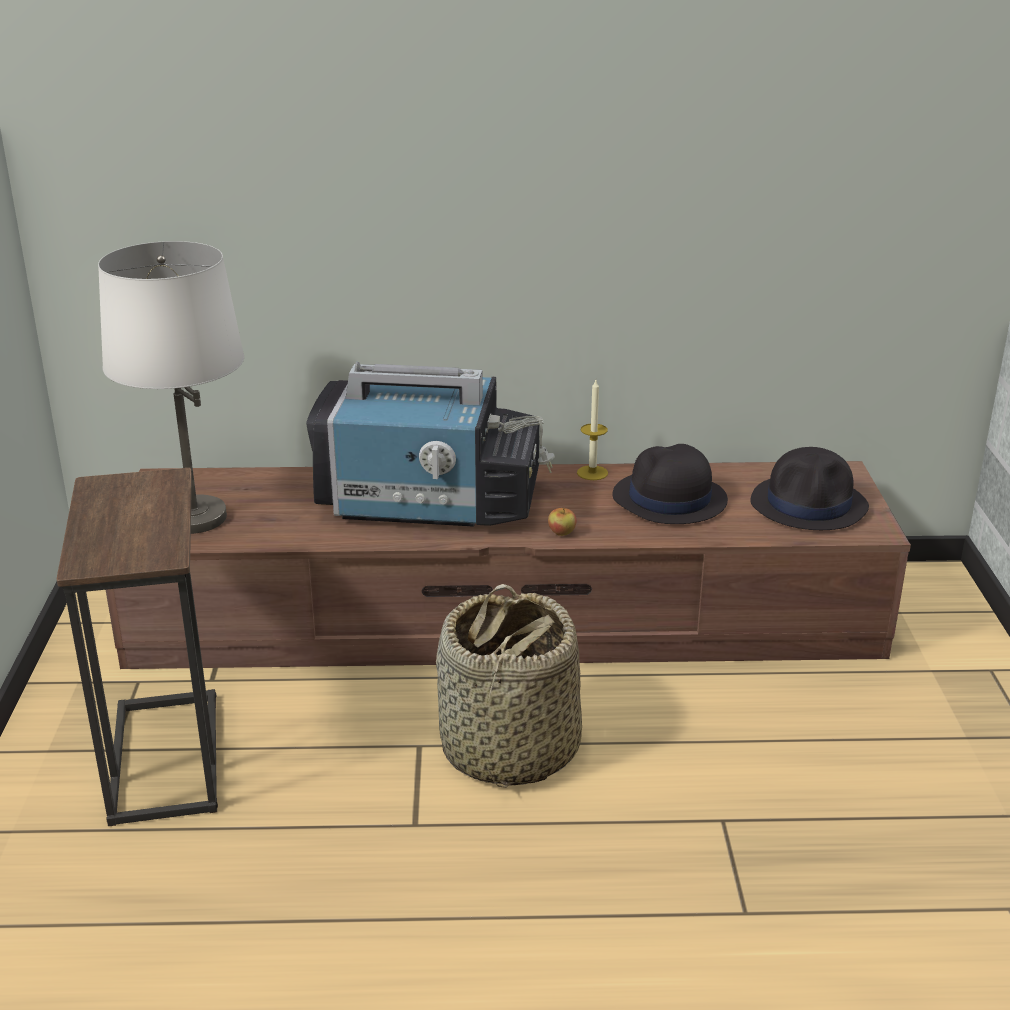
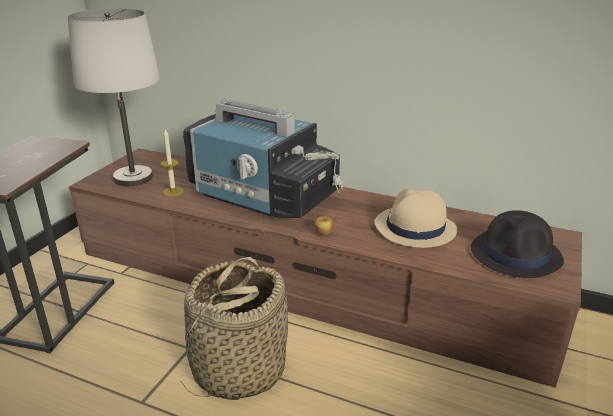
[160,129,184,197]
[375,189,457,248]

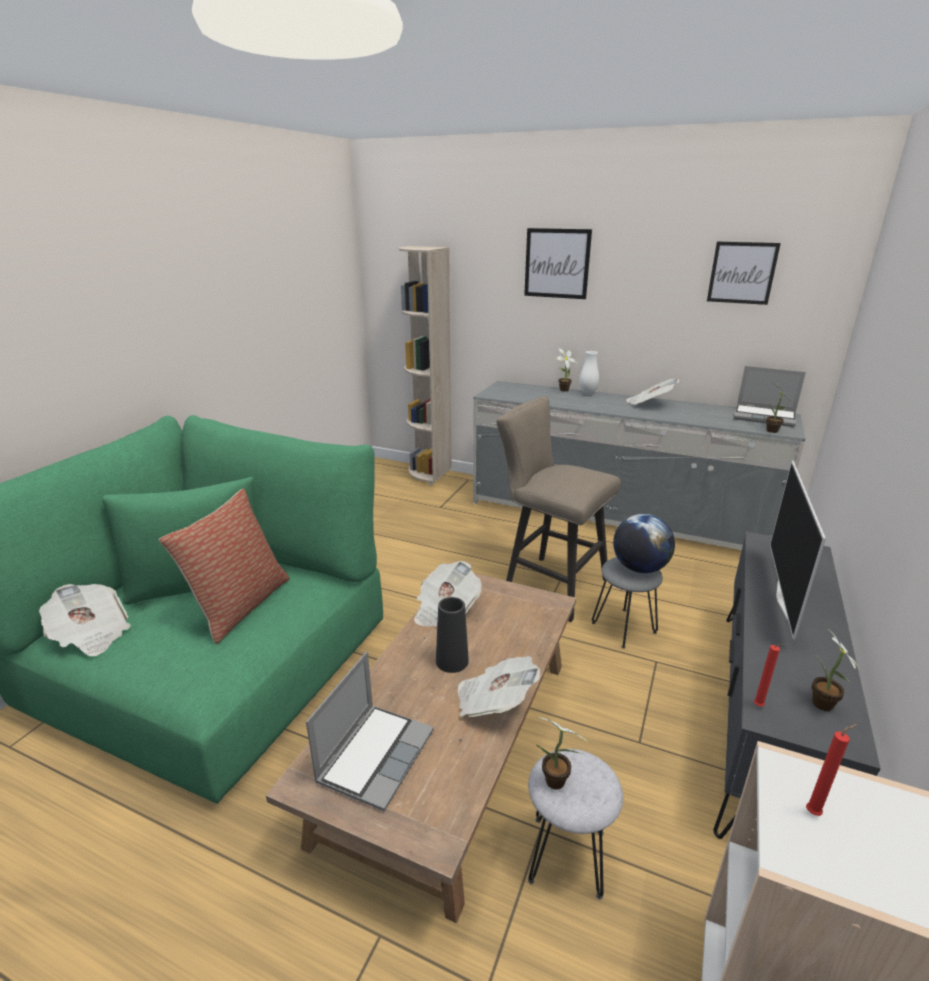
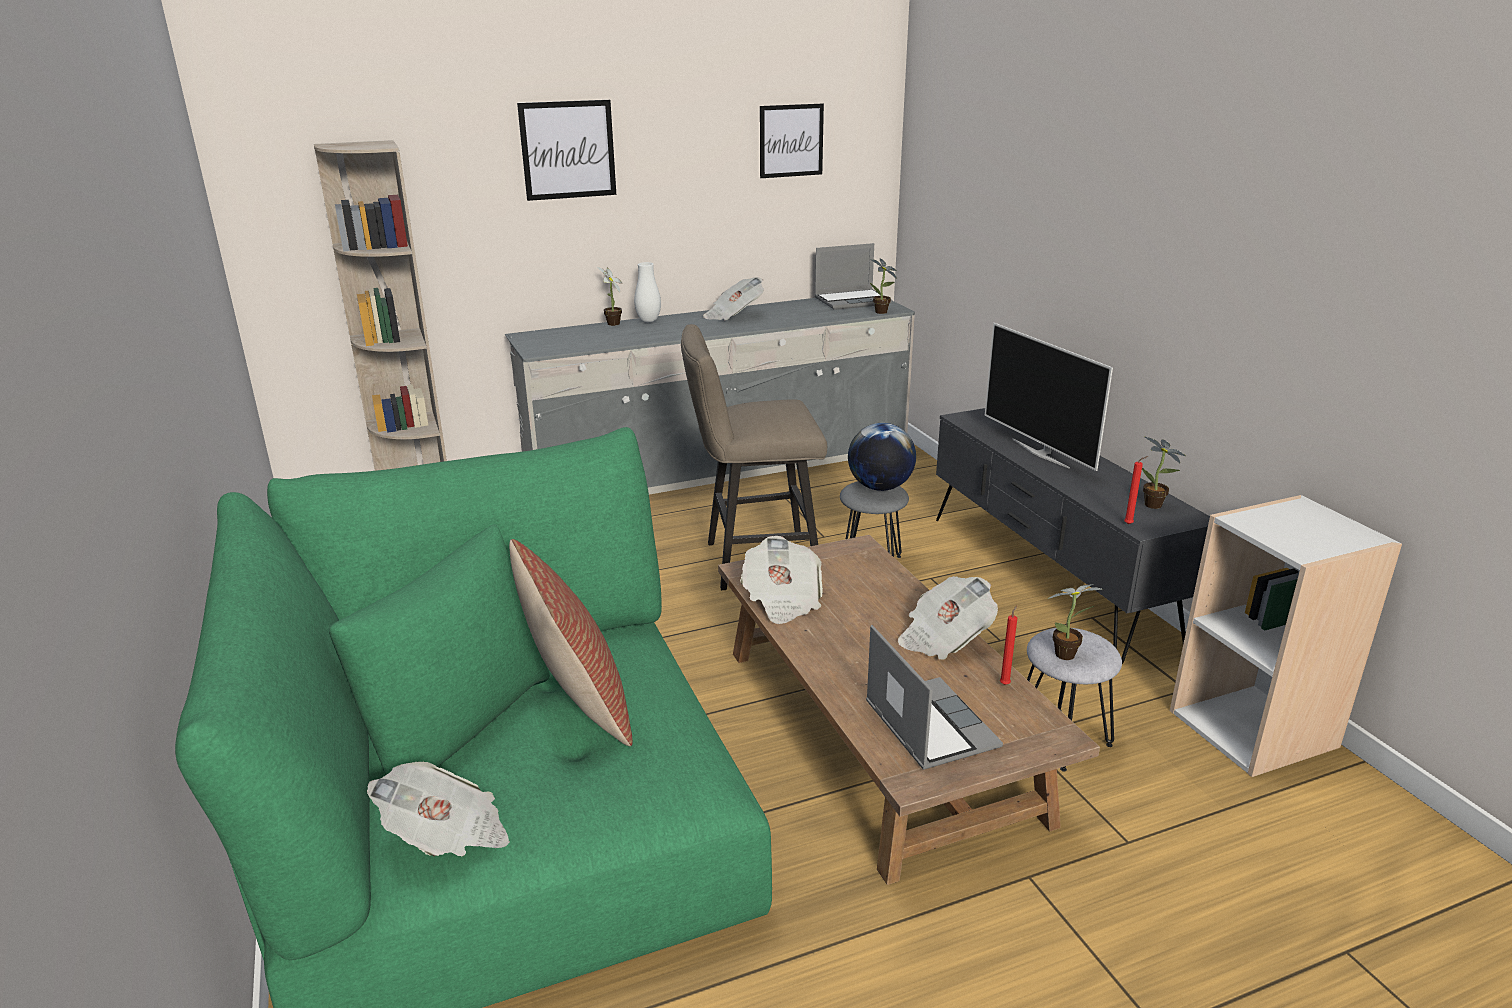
[436,597,469,673] (first image)
[1000,605,1017,685]

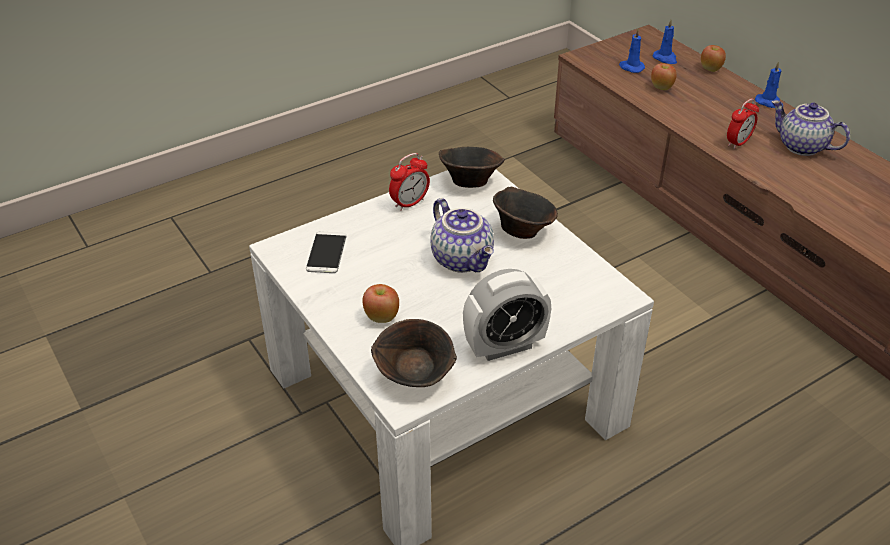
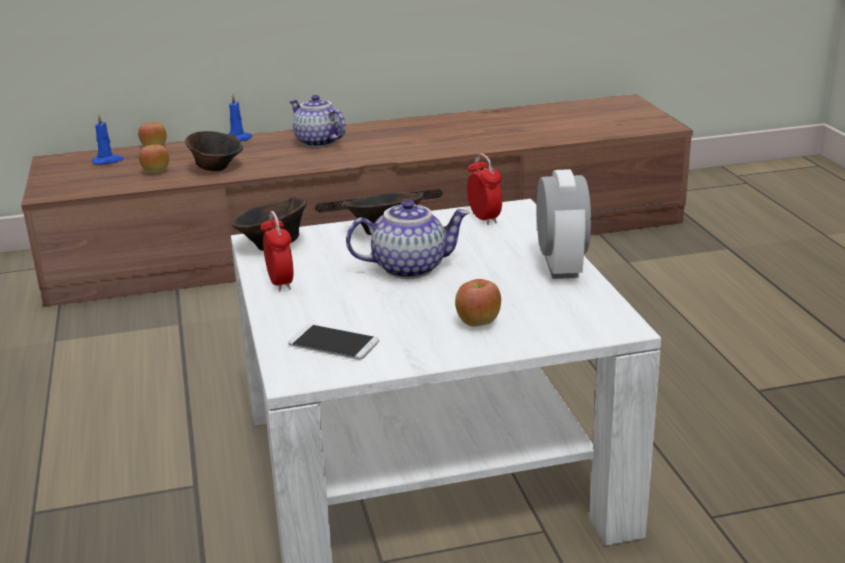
[619,29,645,73] (first image)
[467,154,502,225]
[289,95,346,147]
[185,131,243,171]

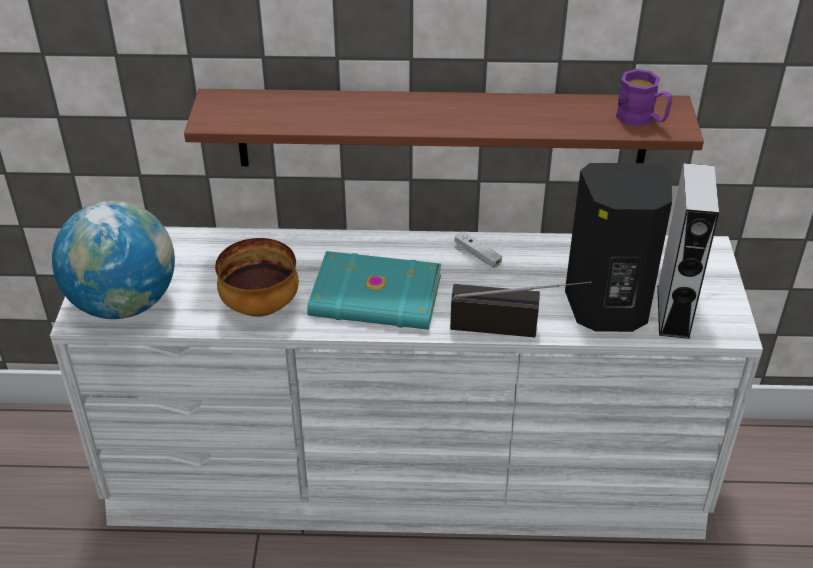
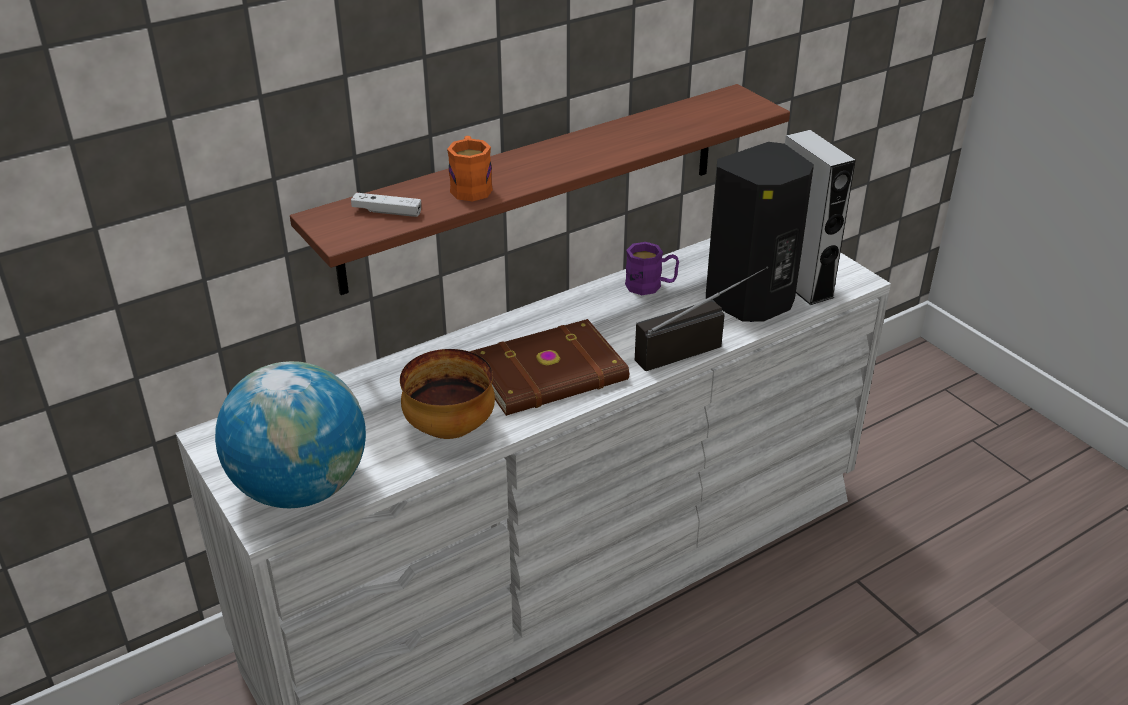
[625,242,679,295]
[351,193,421,217]
[470,319,629,416]
[447,136,493,202]

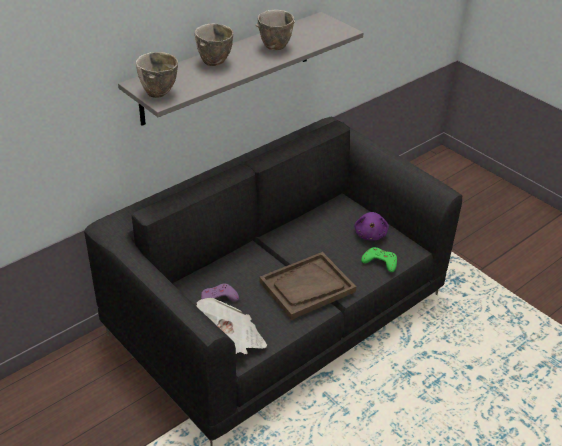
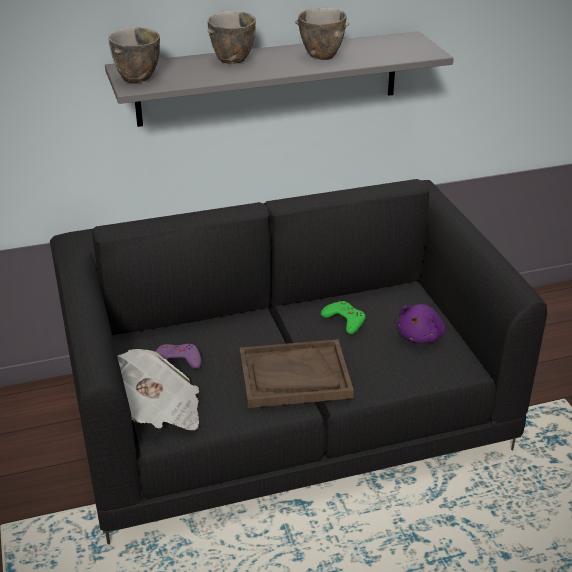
[321,301,366,334]

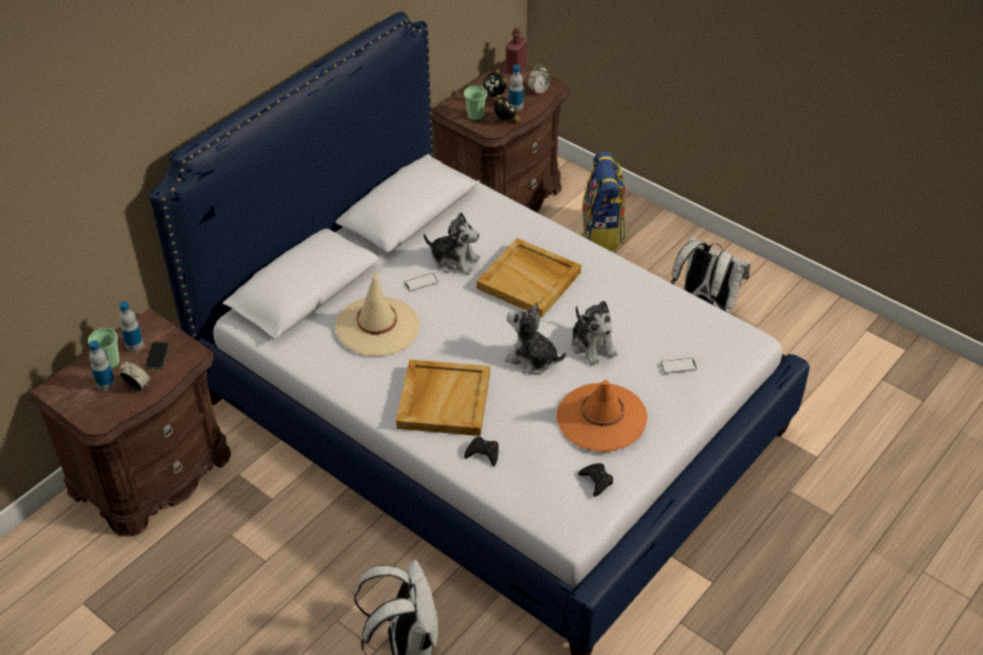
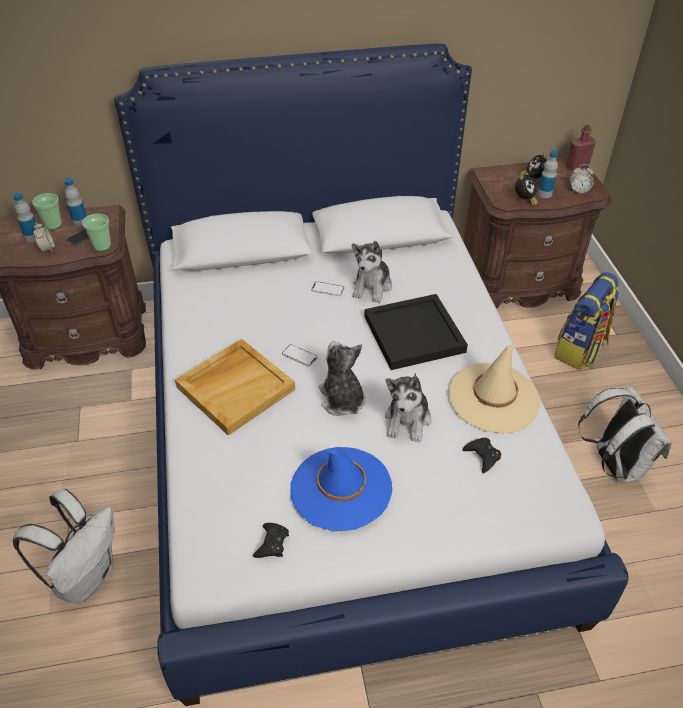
[82,214,111,251]
[352,241,392,303]
[364,294,468,370]
[448,343,541,434]
[282,344,318,367]
[290,447,392,531]
[463,438,501,473]

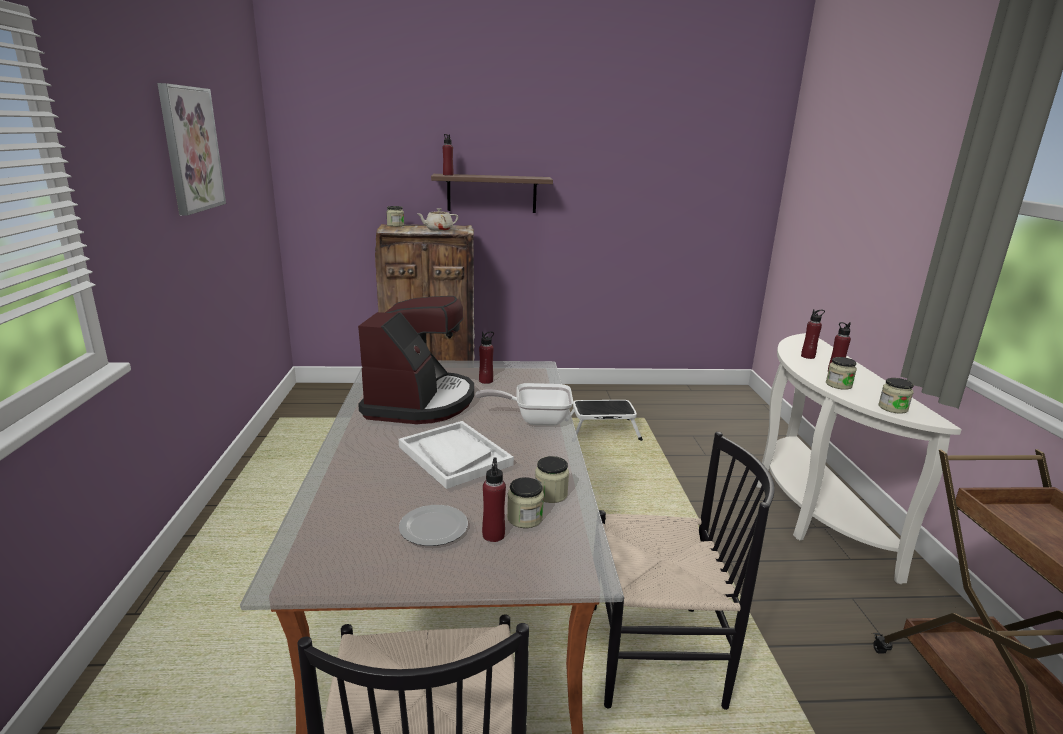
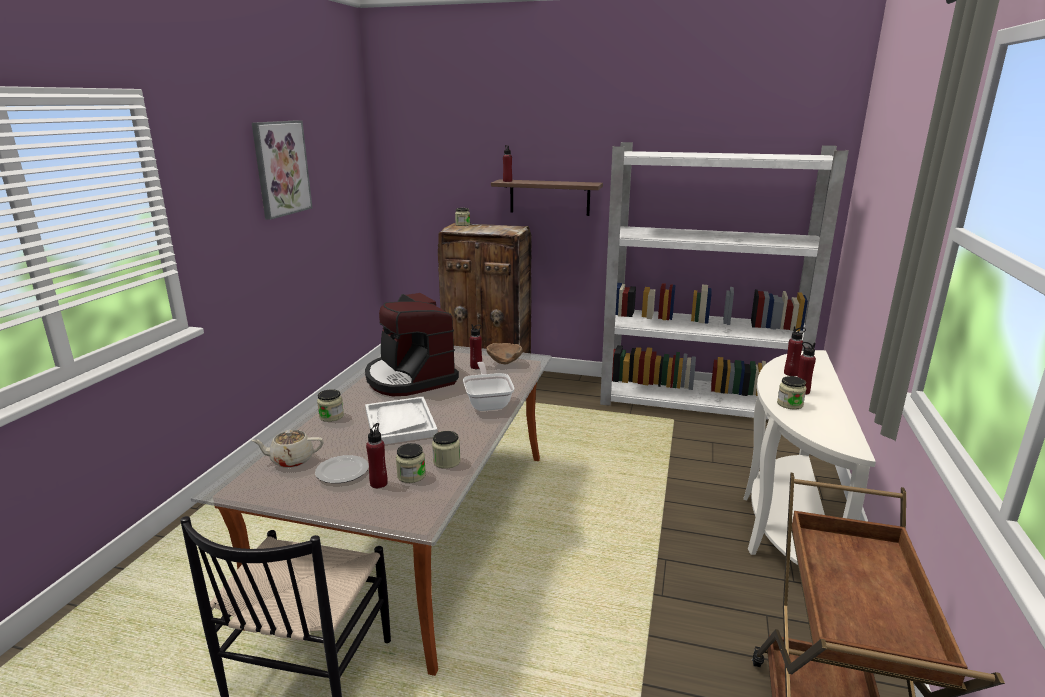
[251,430,324,468]
[365,293,459,396]
[317,389,344,422]
[463,362,514,411]
[570,400,643,441] (first image)
[594,432,775,710] (first image)
[600,142,849,420]
[486,343,522,364]

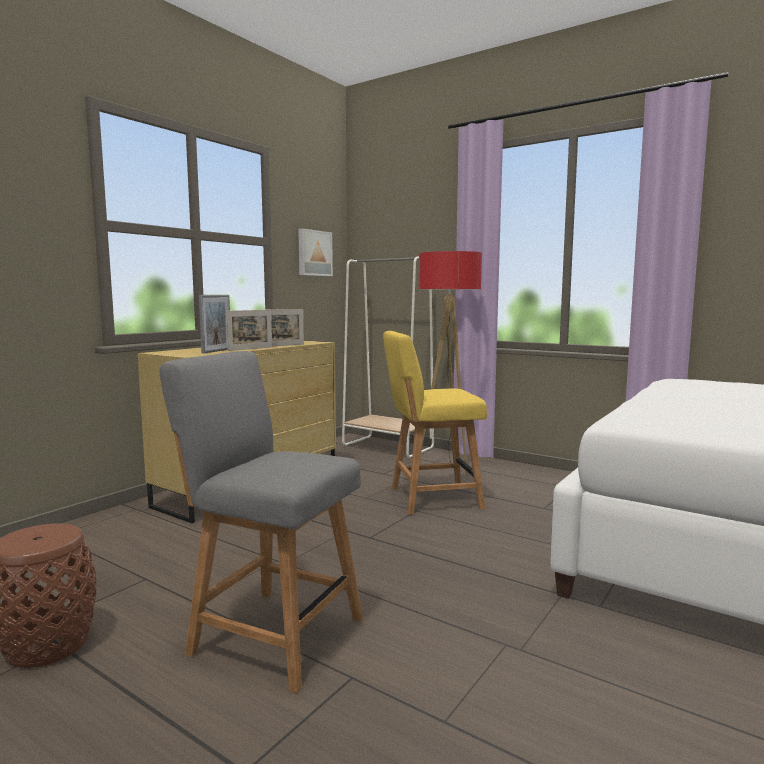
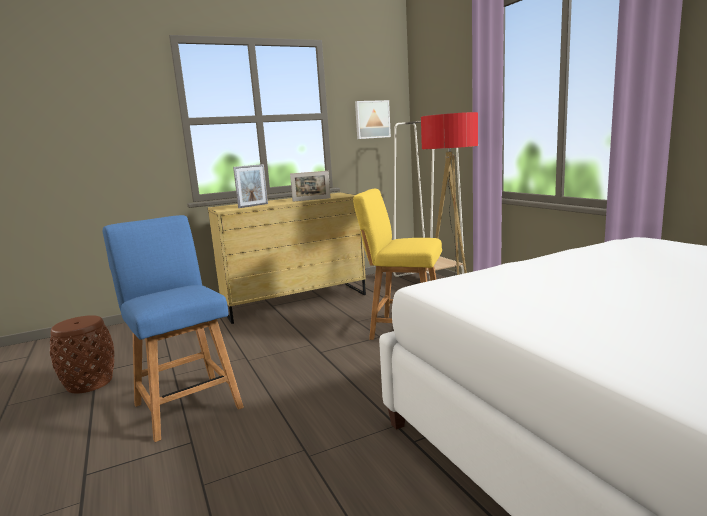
[226,310,272,351] (first image)
[103,215,244,442]

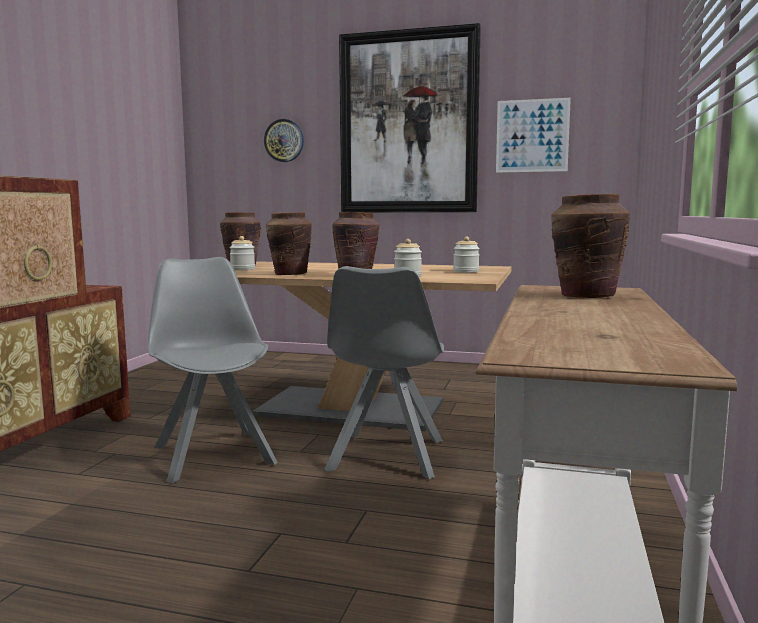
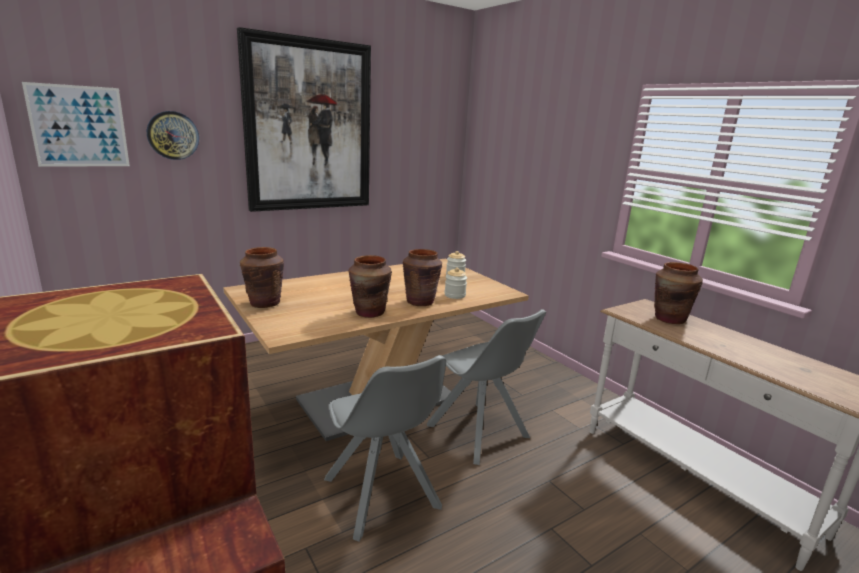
[22,82,130,167]
[229,236,255,270] (first image)
[324,355,446,542]

